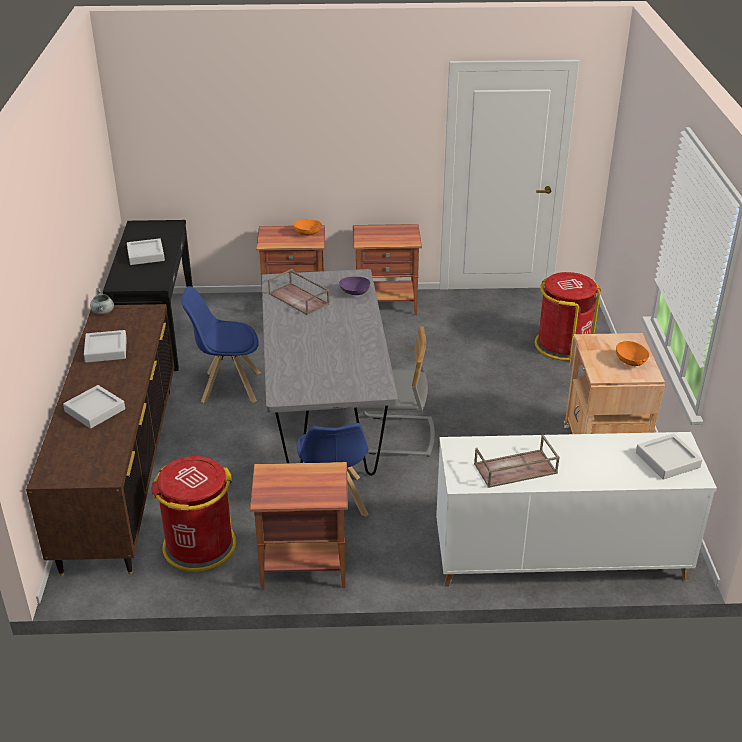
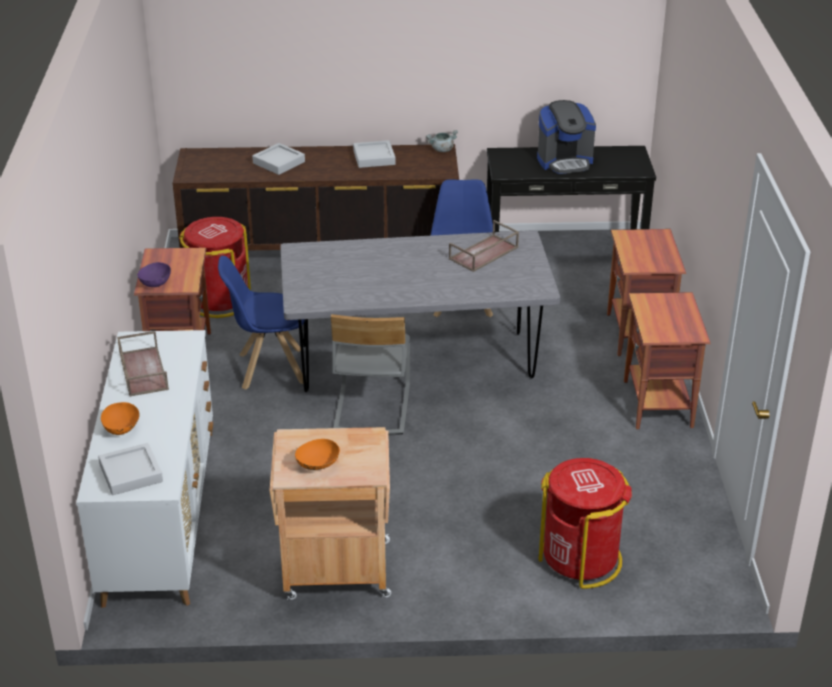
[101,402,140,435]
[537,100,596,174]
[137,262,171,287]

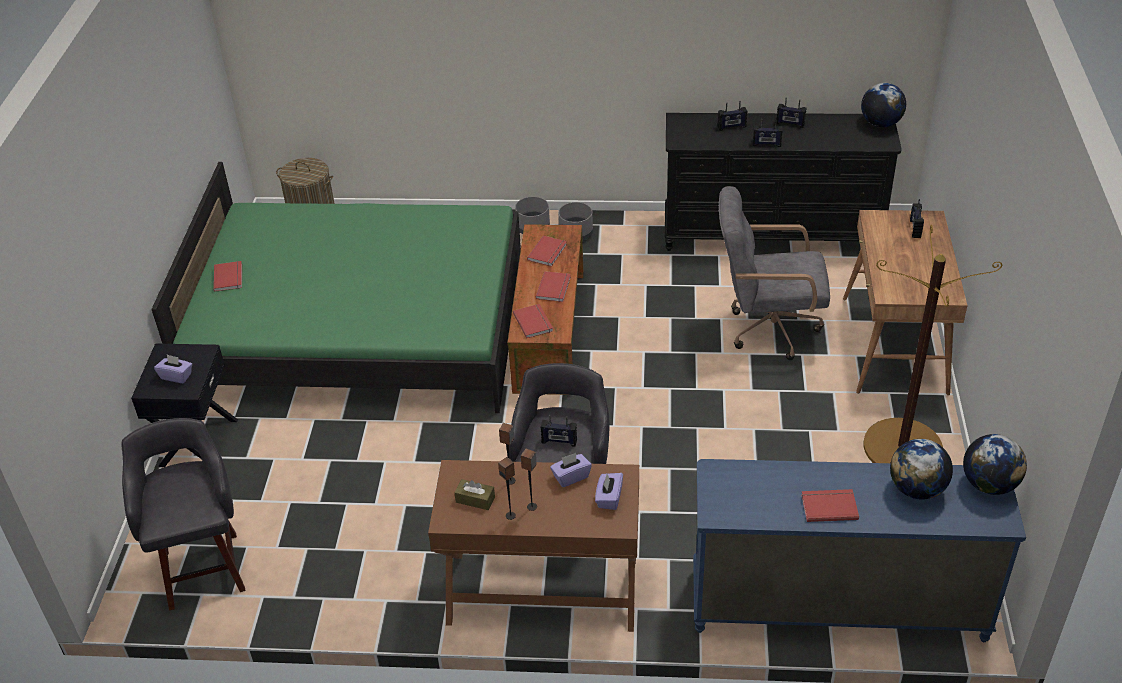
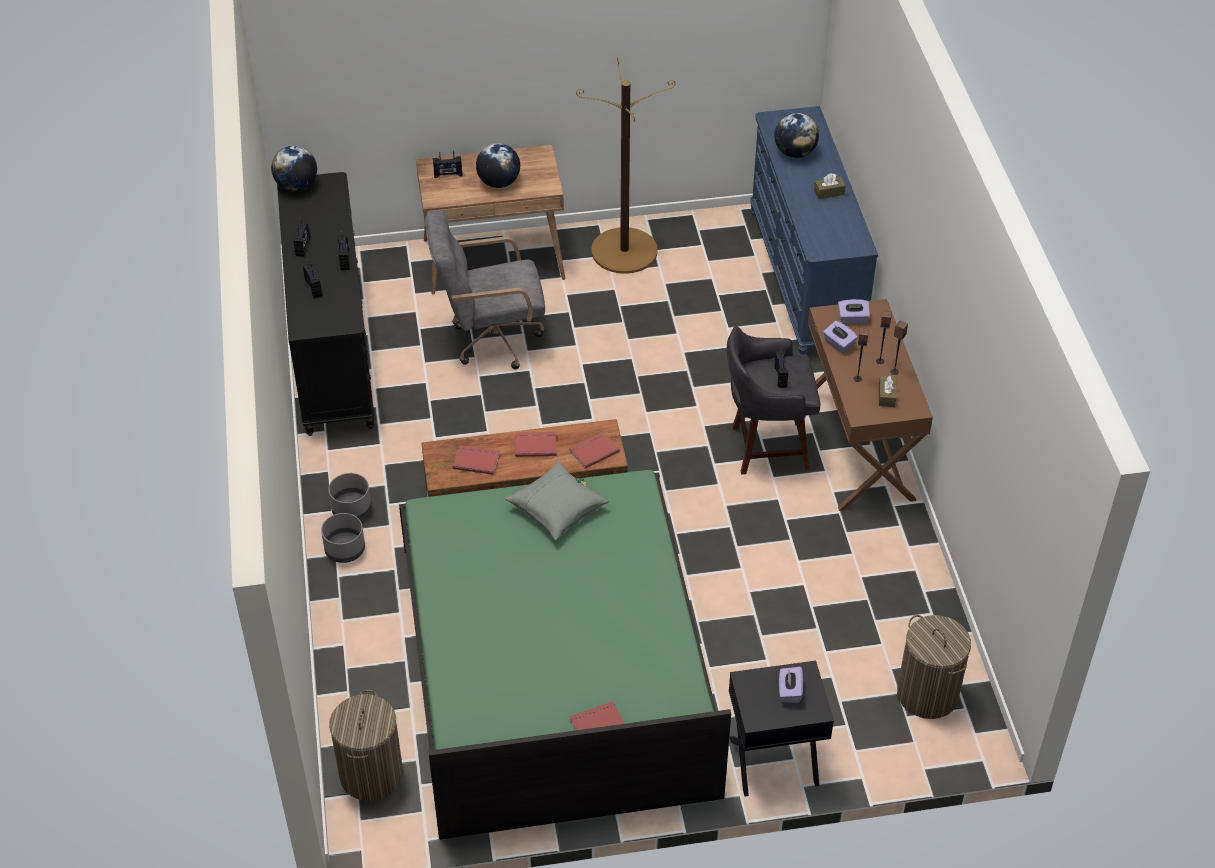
[425,210,545,369]
[897,615,971,719]
[476,143,520,188]
[814,173,845,199]
[505,460,609,541]

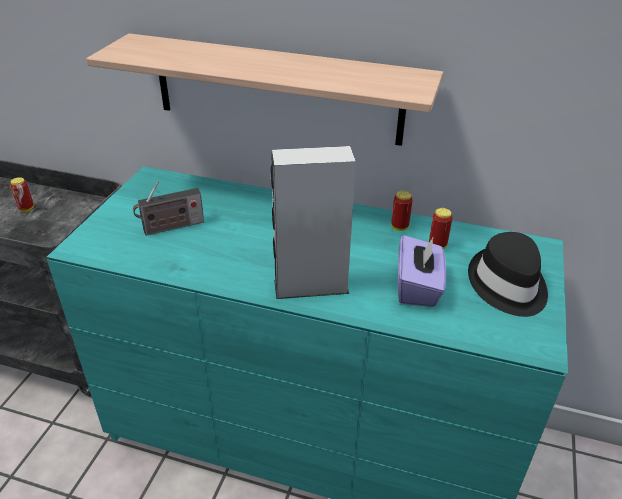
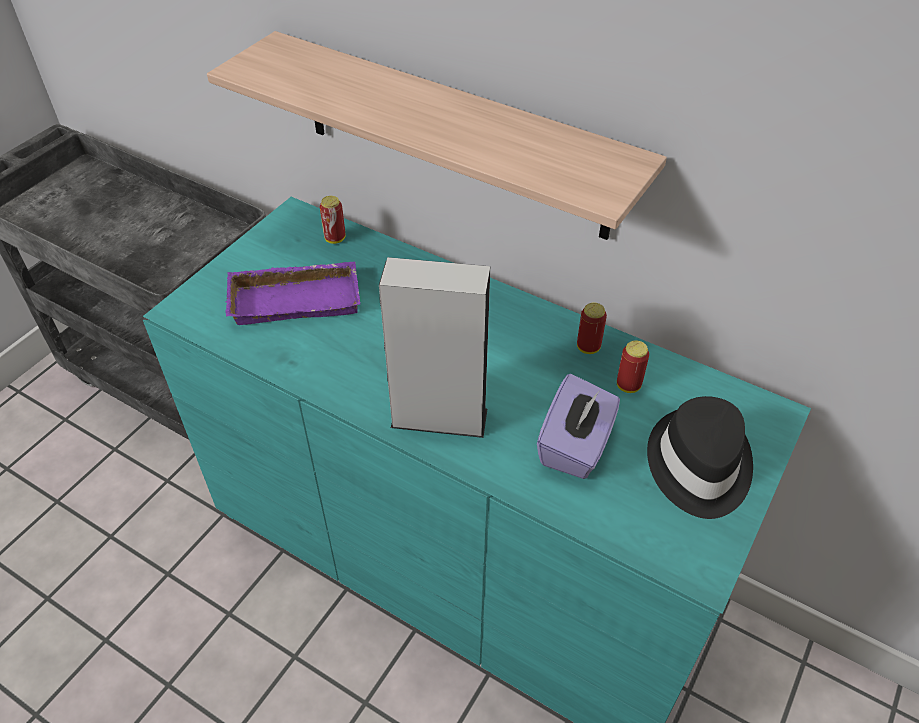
[320,196,345,244]
[225,261,361,325]

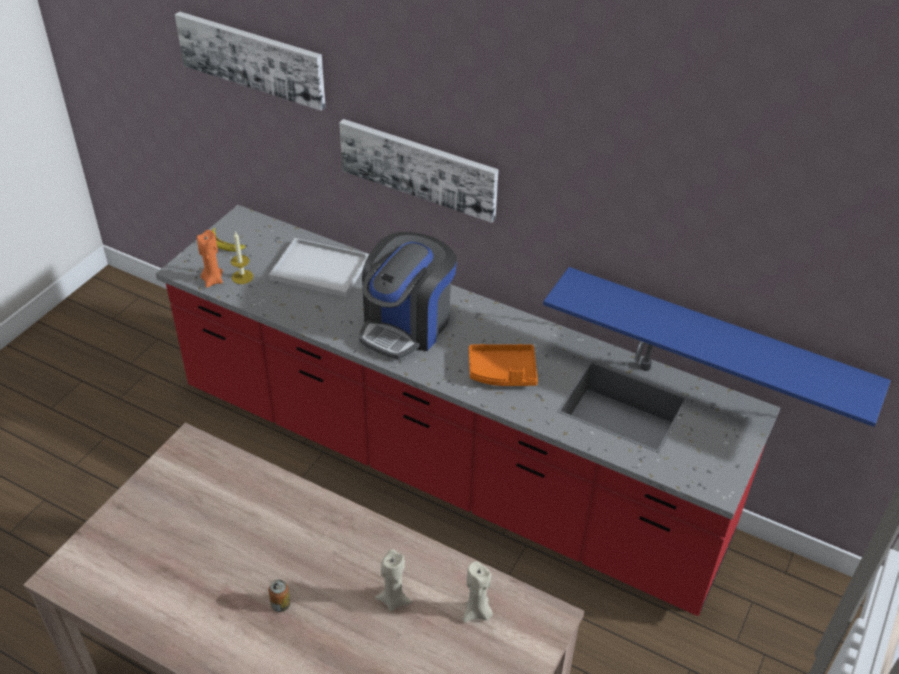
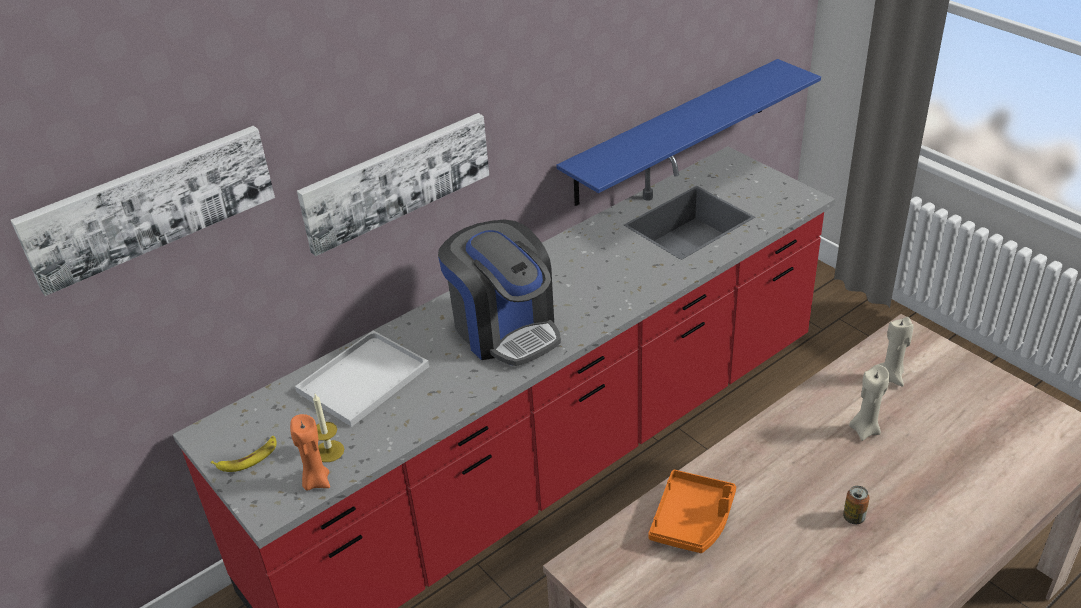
[648,470,736,553]

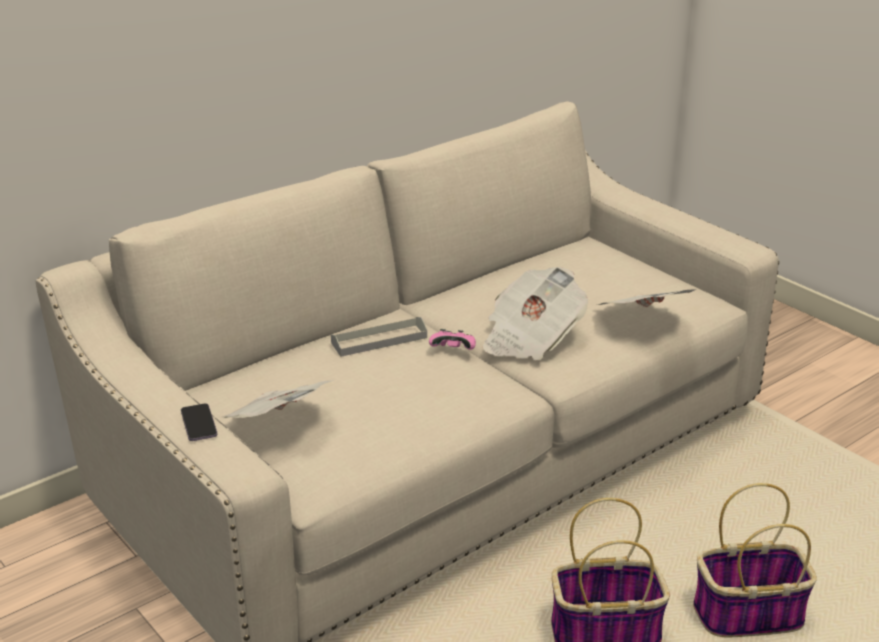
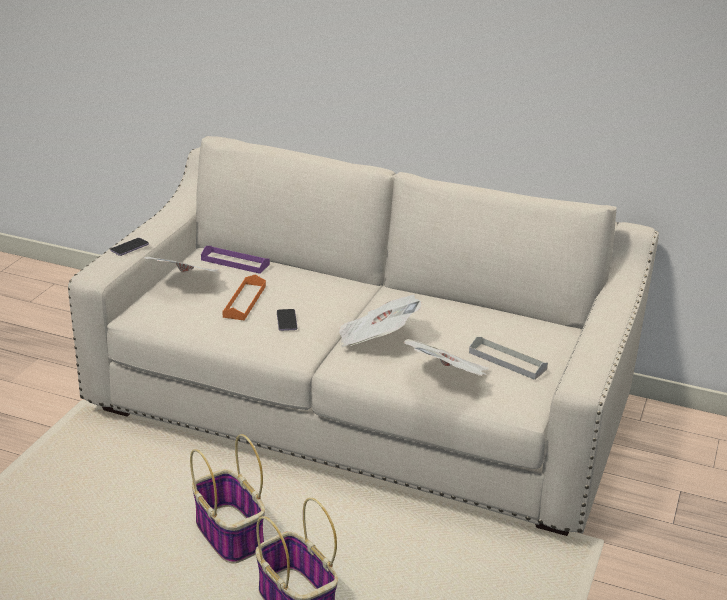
[469,337,548,380]
[429,329,476,350] (first image)
[201,246,270,274]
[222,275,266,320]
[277,309,297,331]

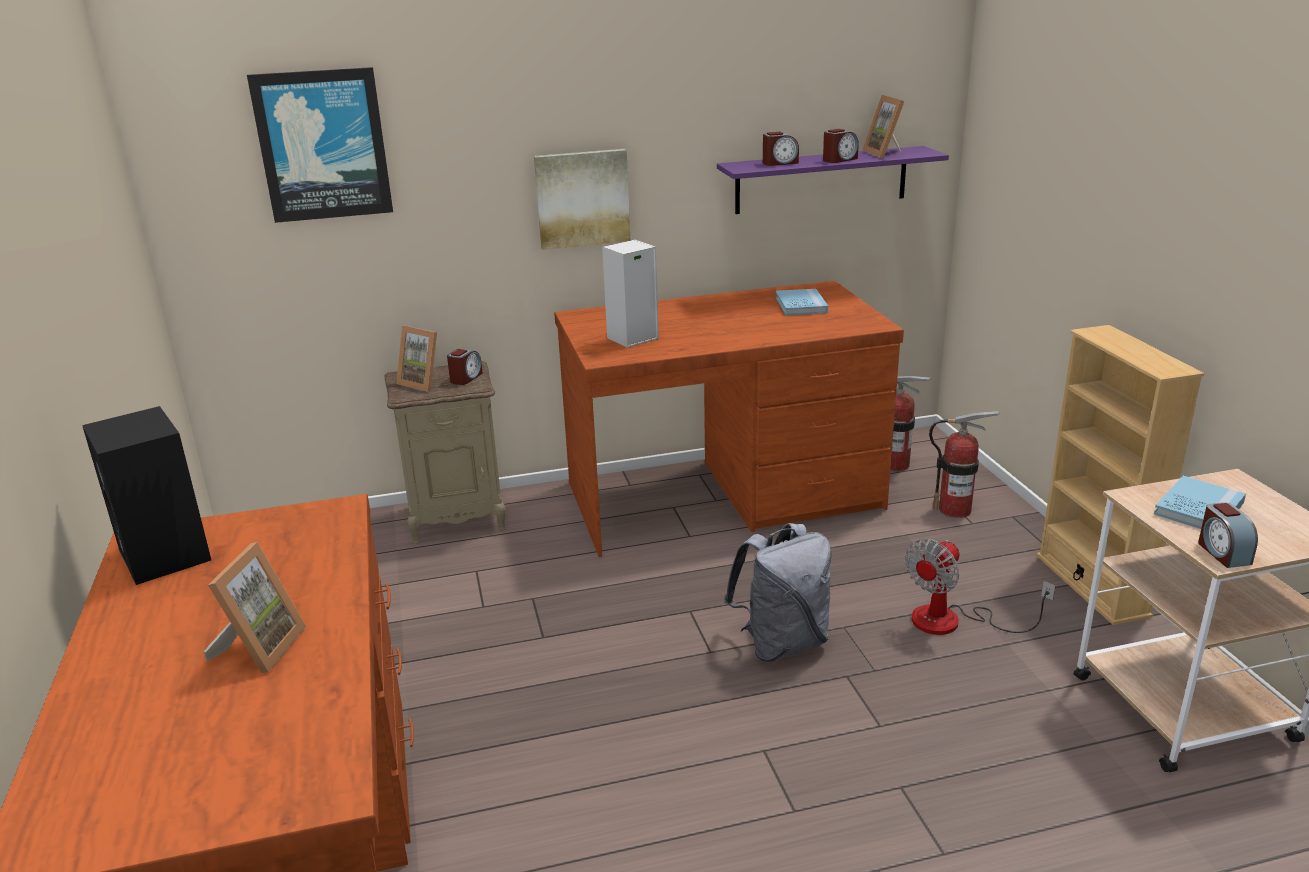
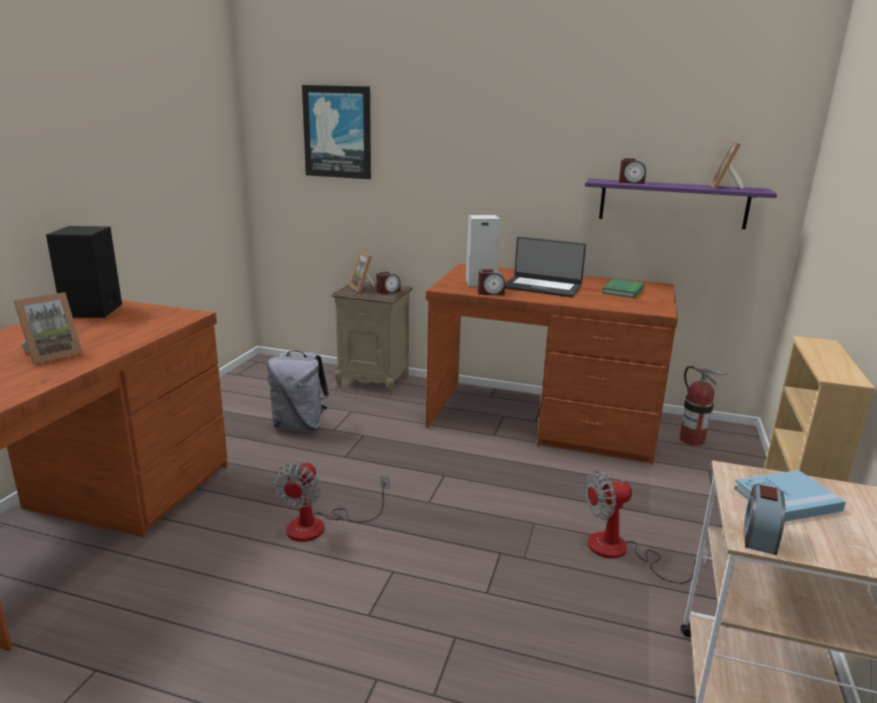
[478,269,505,295]
[534,149,630,250] (first image)
[602,279,644,298]
[929,411,999,518] (first image)
[267,351,329,431]
[505,237,586,297]
[273,461,389,542]

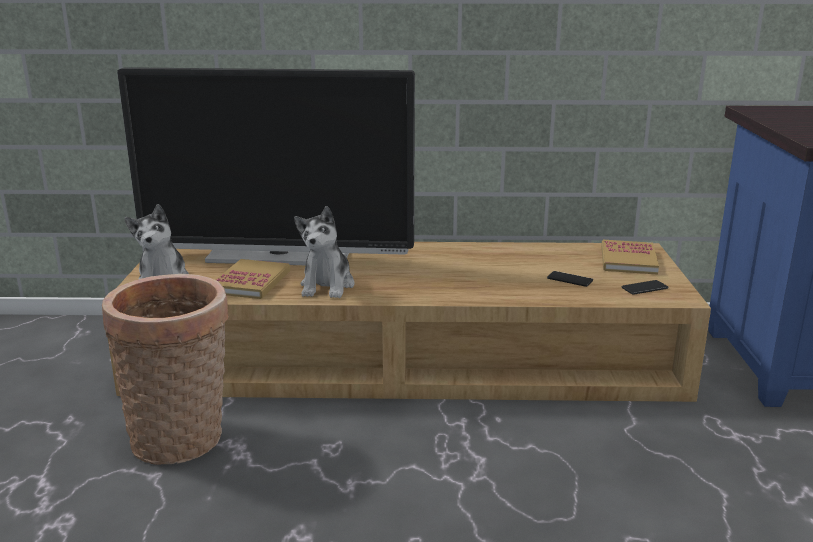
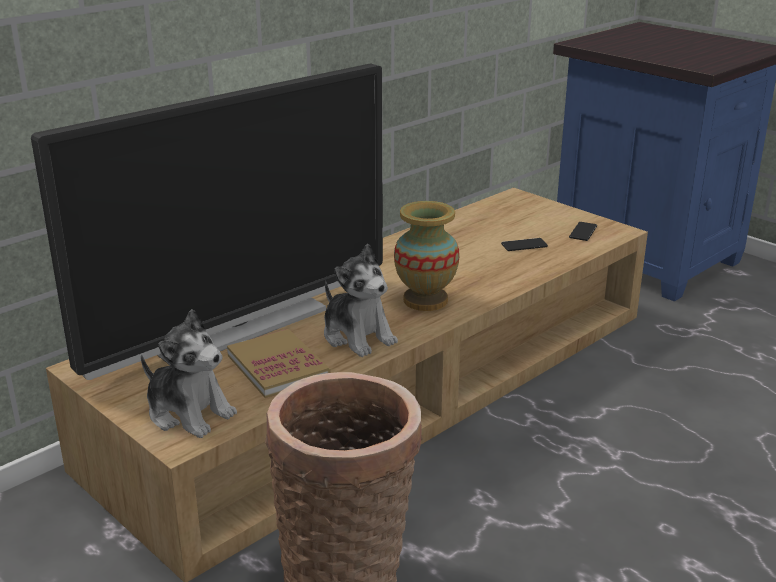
[601,240,659,275] (first image)
[394,201,460,311]

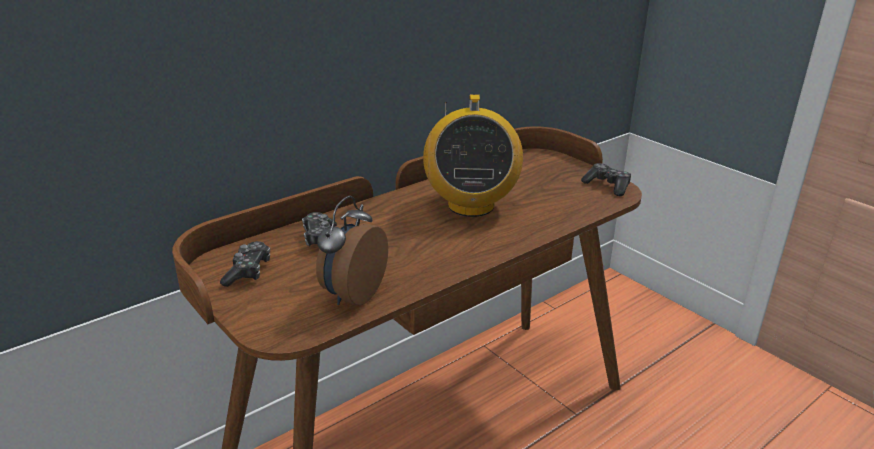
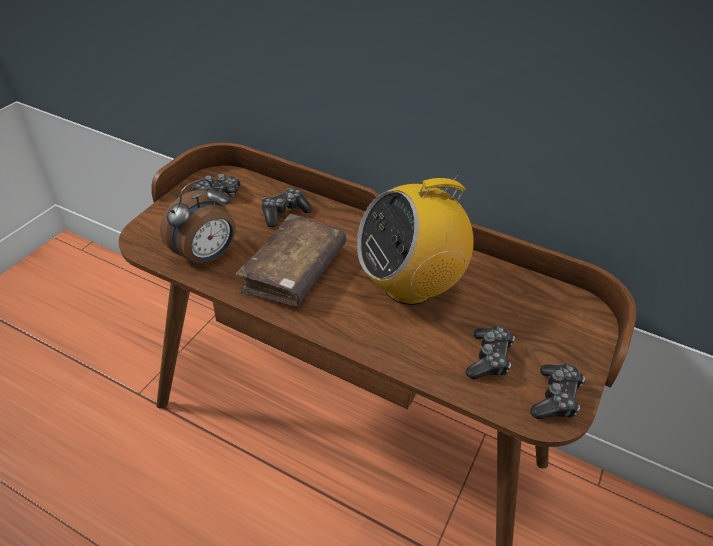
[160,179,235,266]
[236,214,346,306]
[466,326,515,380]

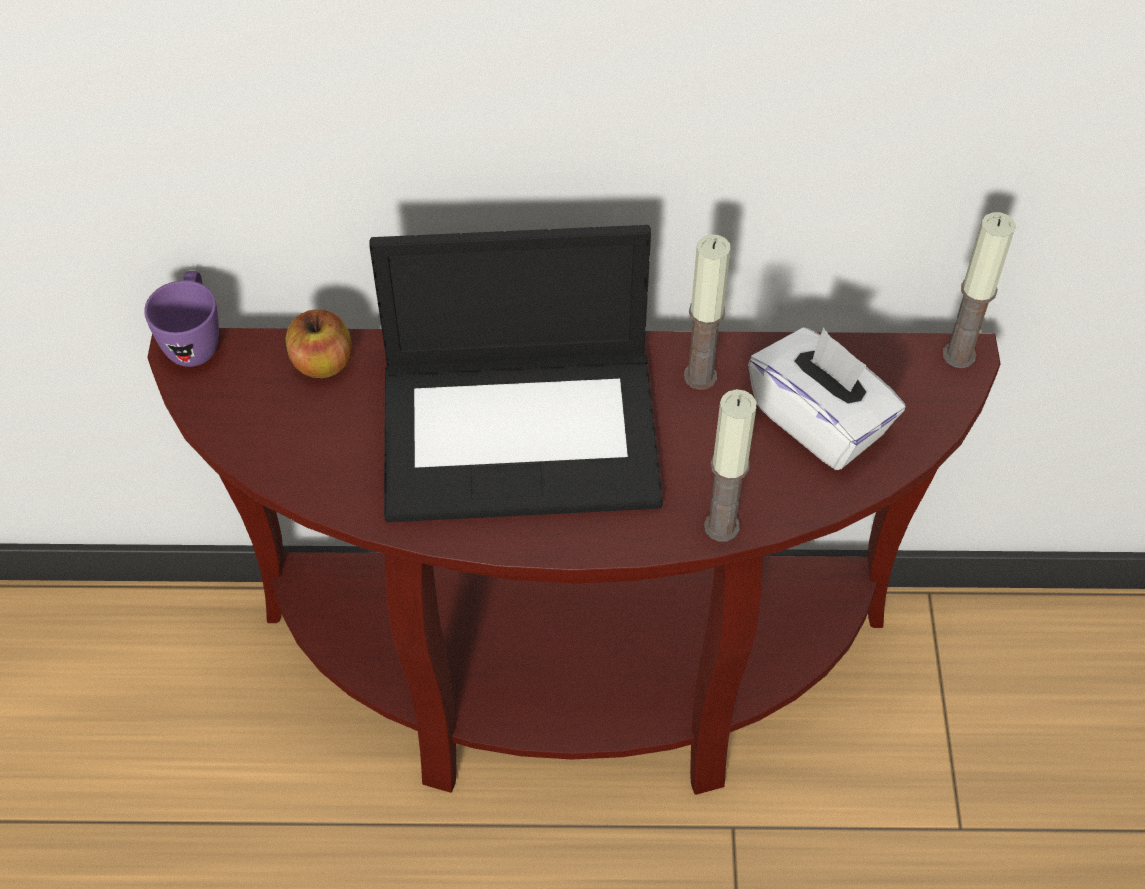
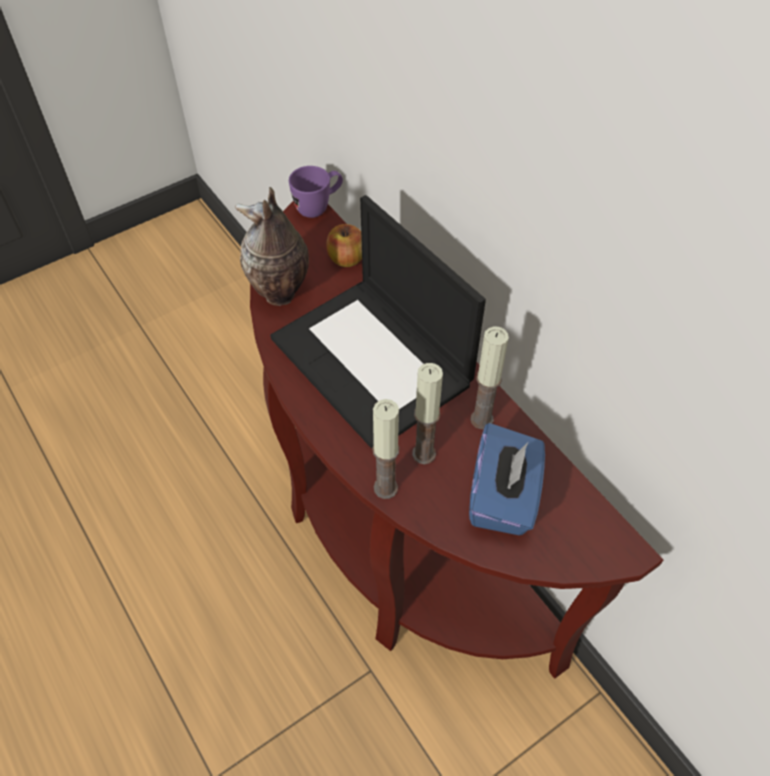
[412,363,443,464]
[469,423,545,535]
[235,187,309,306]

